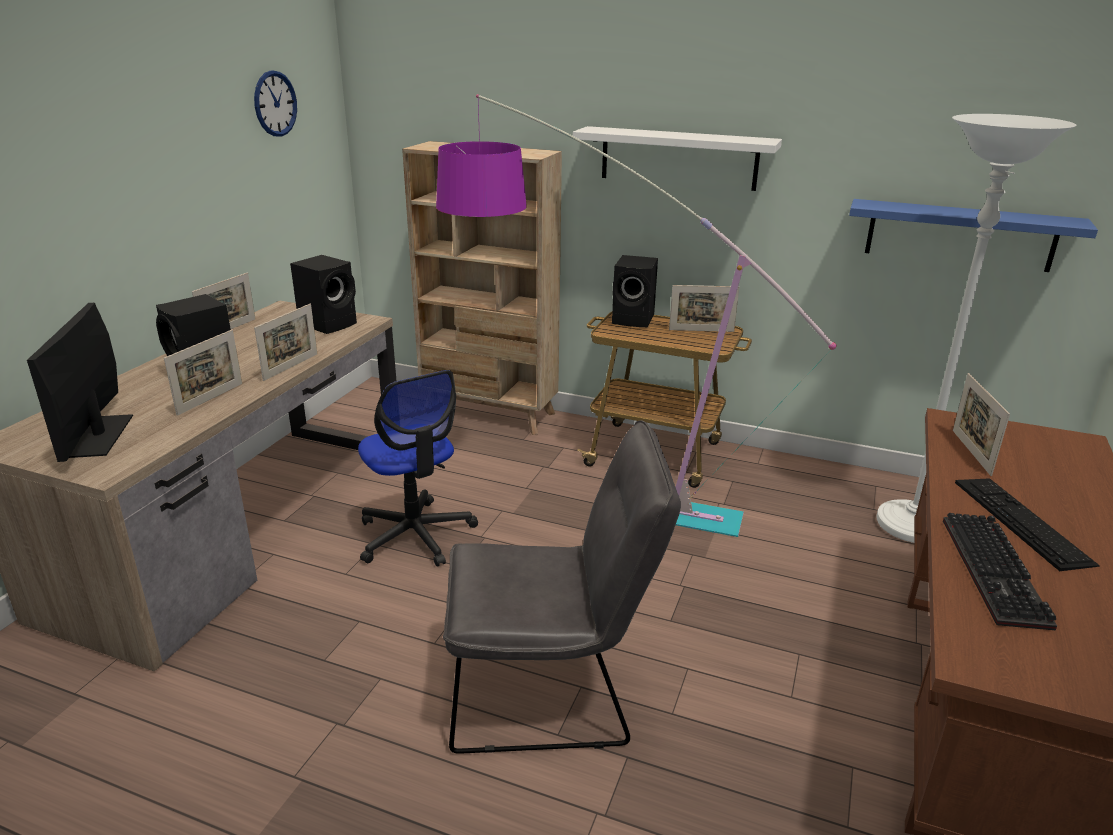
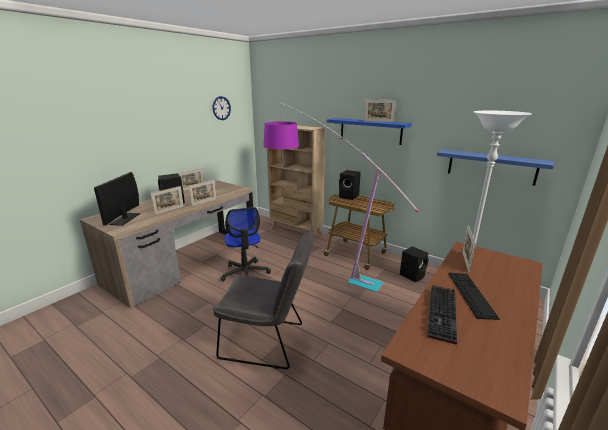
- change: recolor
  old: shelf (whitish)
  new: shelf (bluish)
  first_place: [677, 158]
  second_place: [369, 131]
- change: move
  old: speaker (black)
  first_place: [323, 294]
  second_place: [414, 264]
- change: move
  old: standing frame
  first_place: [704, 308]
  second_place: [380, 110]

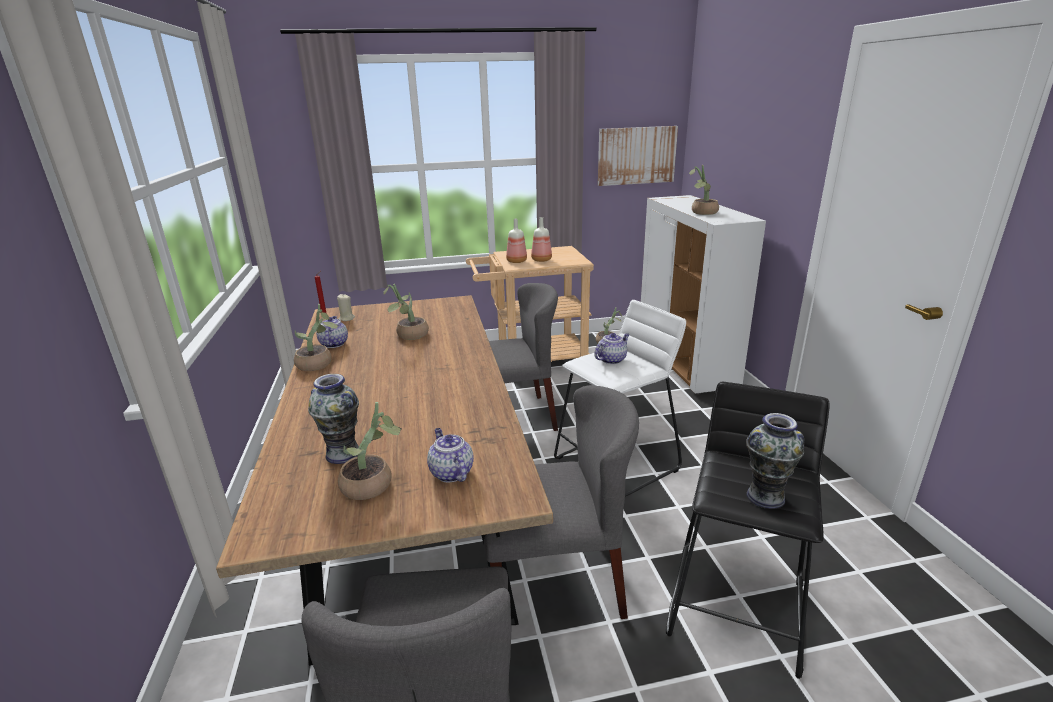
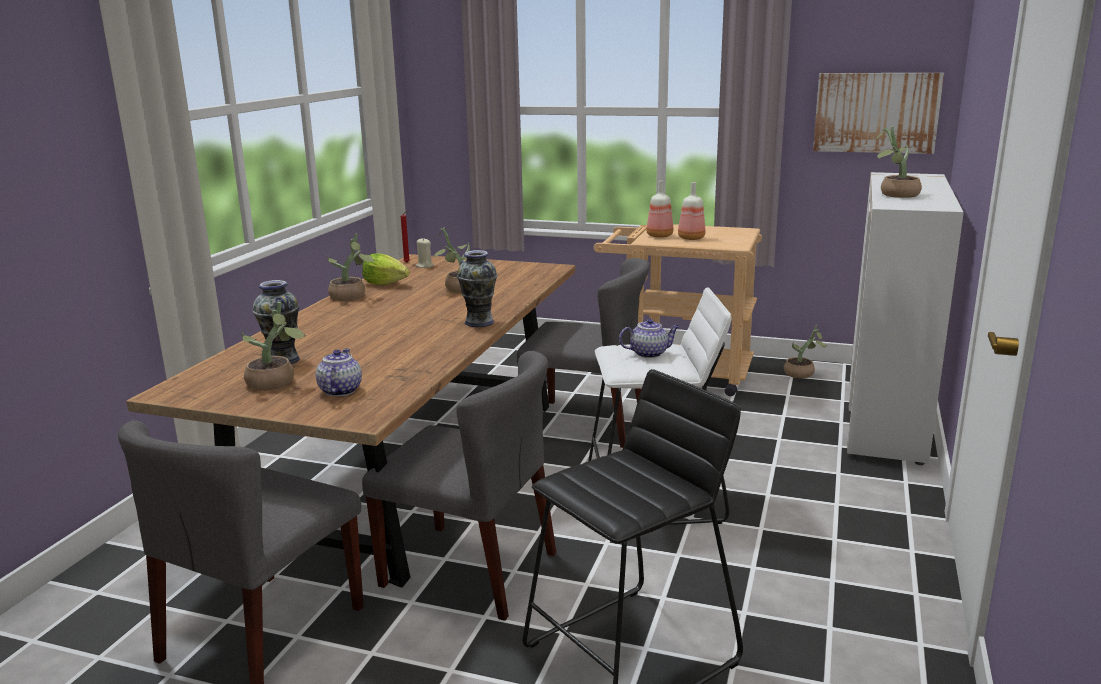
- change: replace
  old: teapot
  new: head of lettuce
  first_place: [332, 332]
  second_place: [385, 269]
- change: move
  old: vase
  first_place: [775, 461]
  second_place: [477, 288]

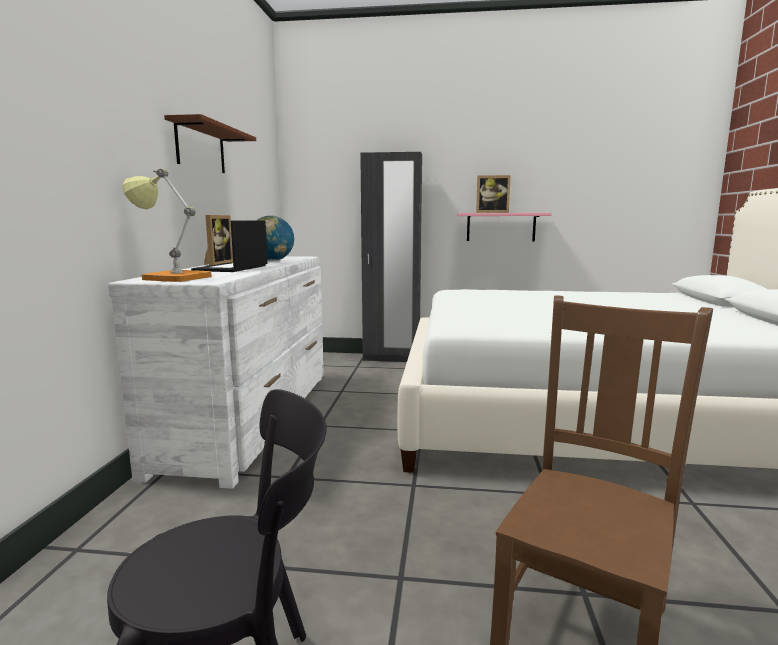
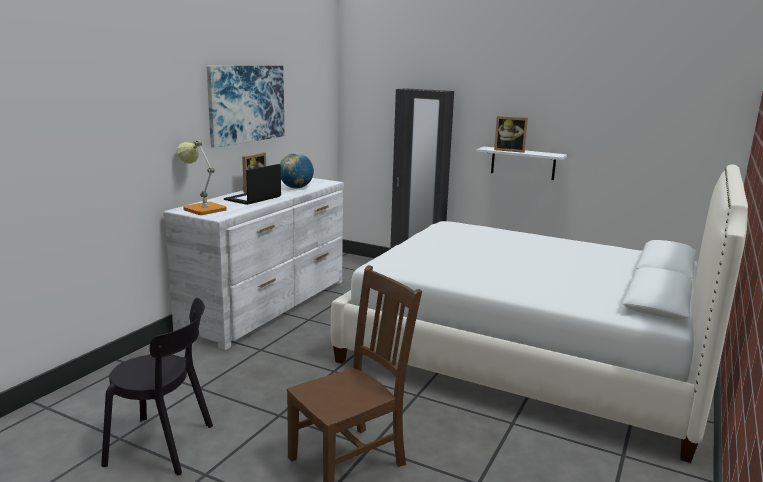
- change: replace
  old: shelf (brown-coloured)
  new: wall picture
  first_place: [210, 143]
  second_place: [246, 107]
- change: recolor
  old: shelf (pink-coloured)
  new: shelf (whitish)
  first_place: [504, 227]
  second_place: [522, 163]

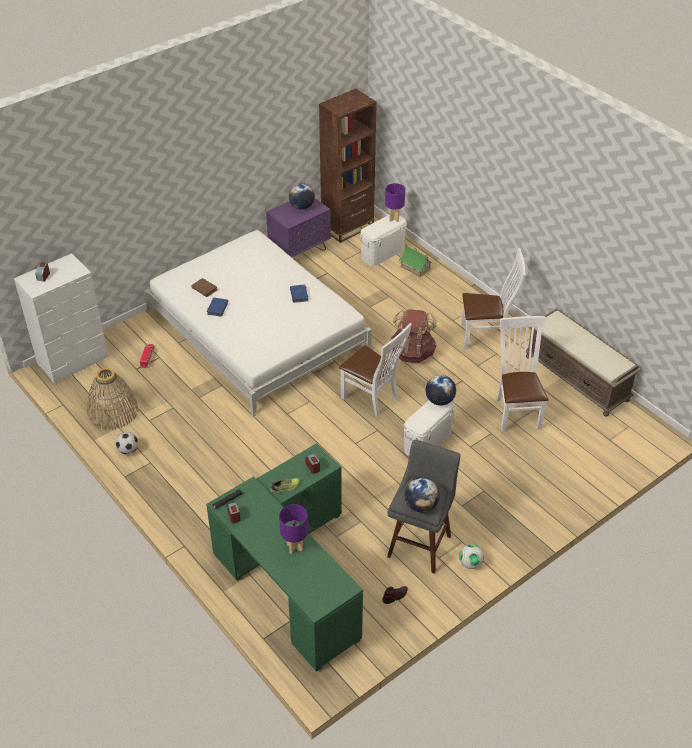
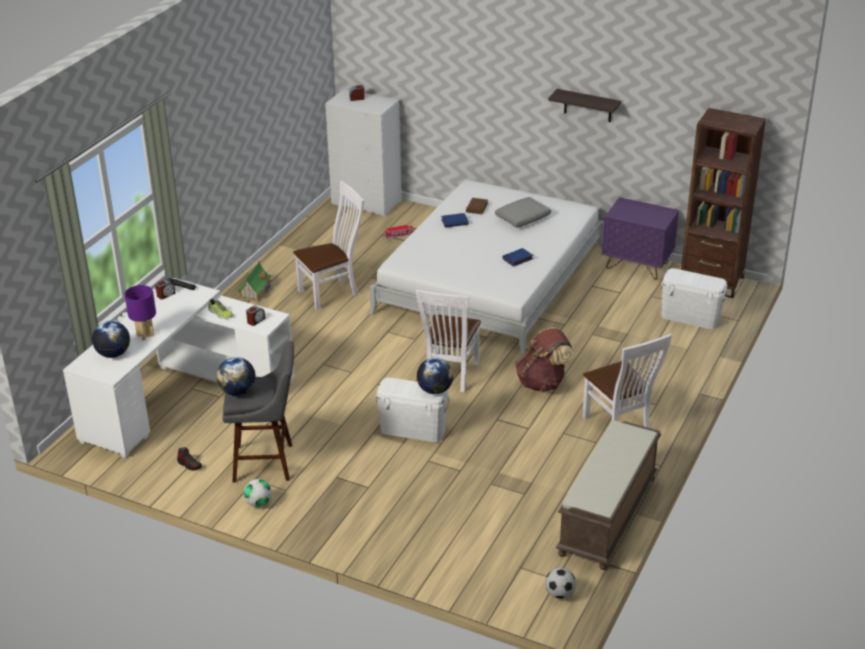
- change: move
  old: desk globe
  first_place: [302, 196]
  second_place: [111, 339]
- change: delete
  old: tabletop lamp (purple)
  first_place: [395, 202]
- change: move
  old: model house
  first_place: [416, 261]
  second_place: [254, 281]
- change: move
  old: upright chair (whitish)
  first_place: [522, 374]
  second_place: [328, 246]
- change: delete
  old: household basket
  first_place: [113, 399]
- change: move
  old: ball for football
  first_place: [127, 443]
  second_place: [560, 583]
- change: recolor
  old: desk (greenish)
  new: desk (whitish)
  first_place: [284, 557]
  second_place: [179, 368]
- change: insert
  new: shelf
  second_place: [584, 105]
- change: insert
  new: cushion (grey)
  second_place: [523, 212]

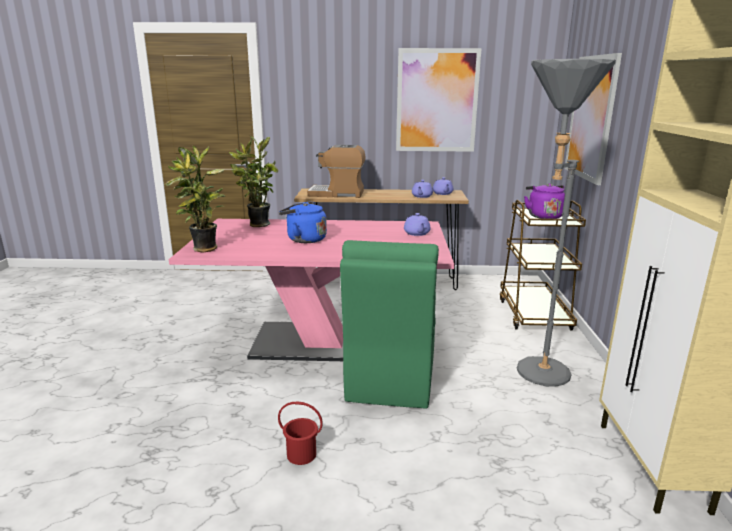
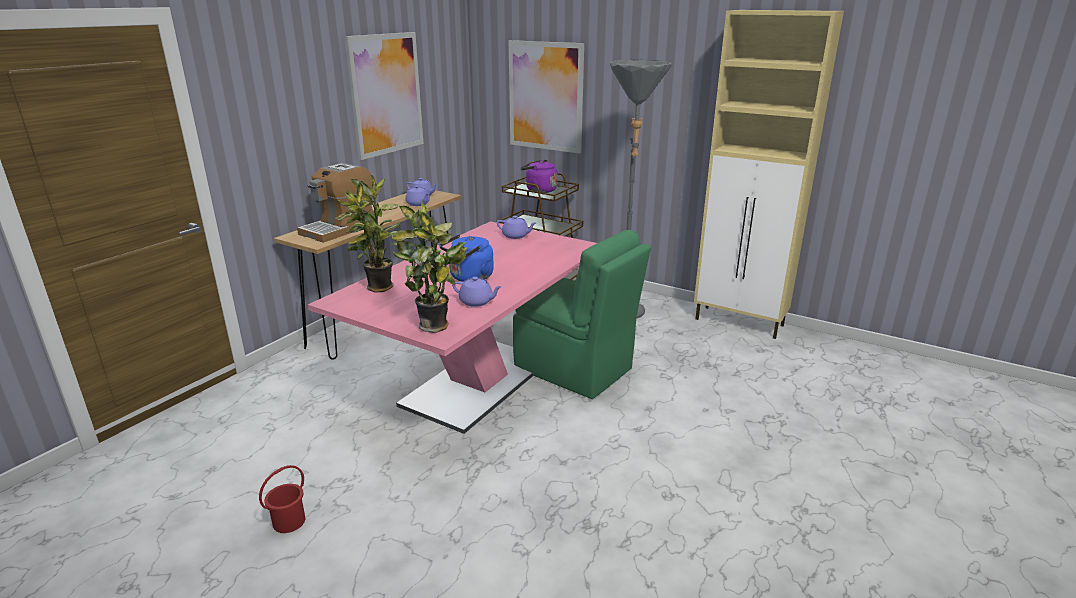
- change: move
  old: water bucket (red)
  first_place: [300, 433]
  second_place: [282, 499]
- change: insert
  new: teapot (purple)
  second_place: [477, 292]

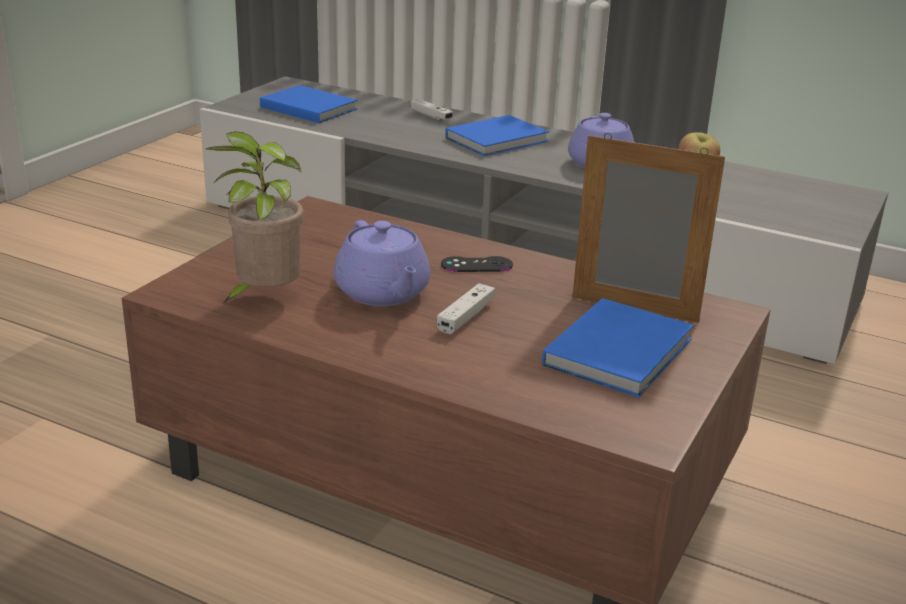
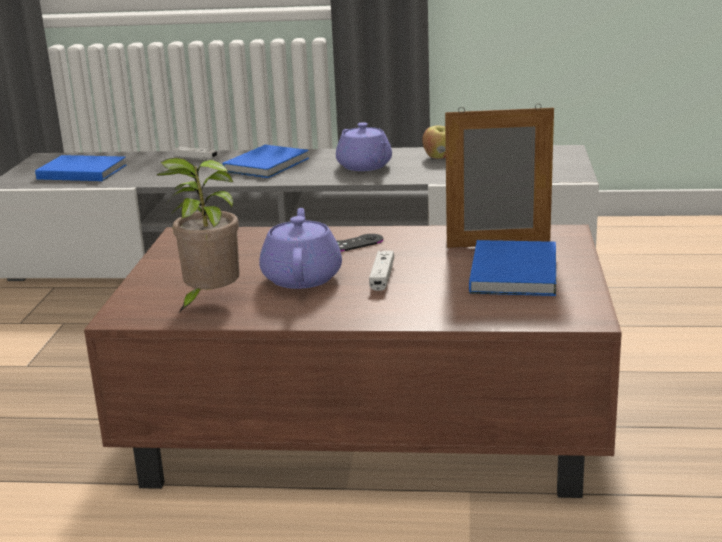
- change: rotate
  old: teapot (purple)
  first_place: [382, 263]
  second_place: [300, 248]
  degrees: -135

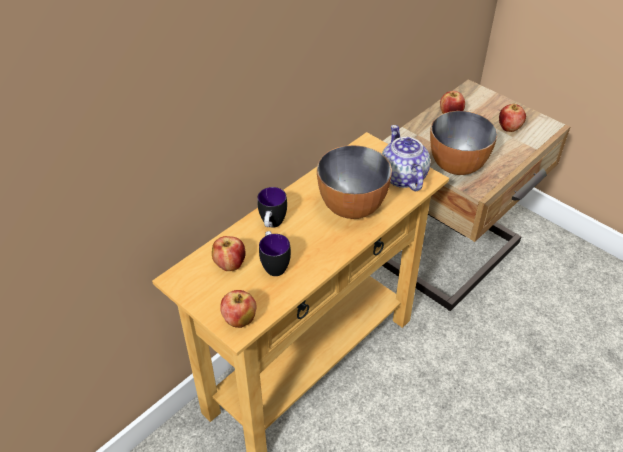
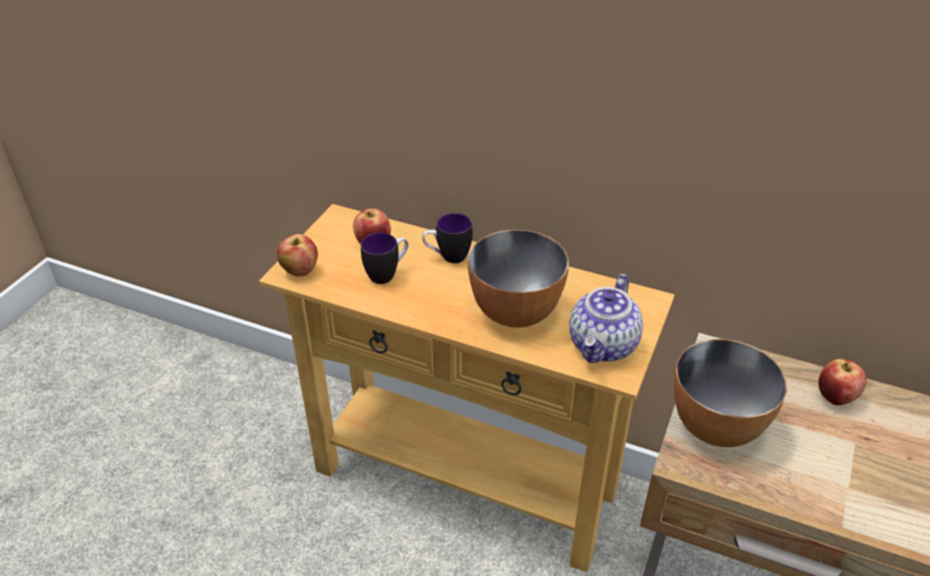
- change: delete
  old: whole apple
  first_place: [512, 118]
- change: rotate
  old: teapot
  first_place: [406, 158]
  second_place: [606, 318]
  degrees: 150

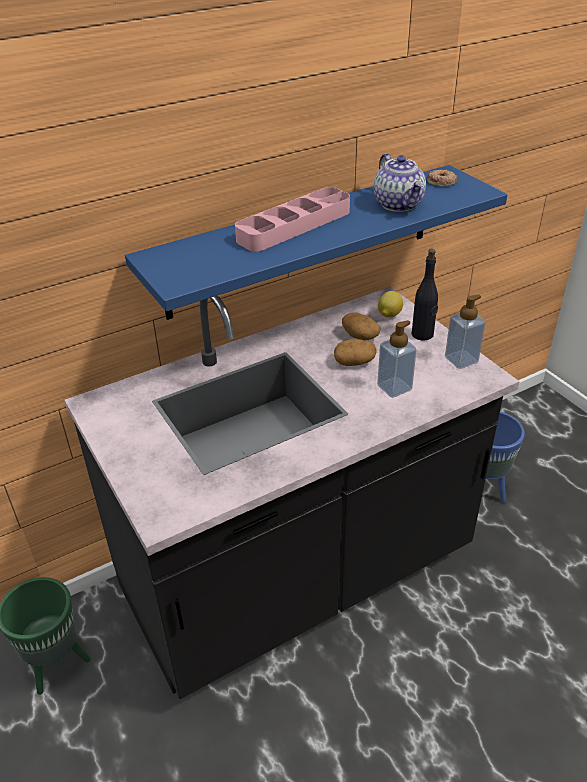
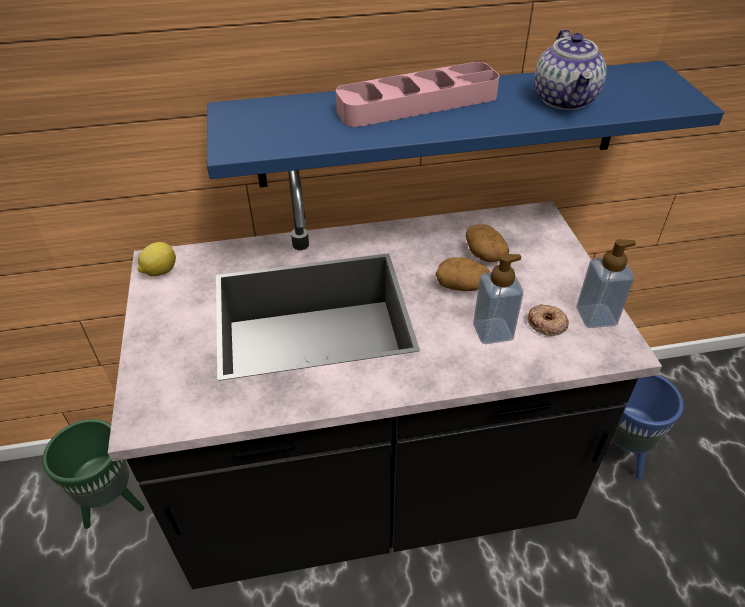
- change: move
  old: doughnut
  first_place: [442, 178]
  second_place: [548, 320]
- change: delete
  old: drink bottle (black)
  first_place: [425, 295]
- change: move
  old: whole lemon
  first_place: [390, 304]
  second_place: [157, 259]

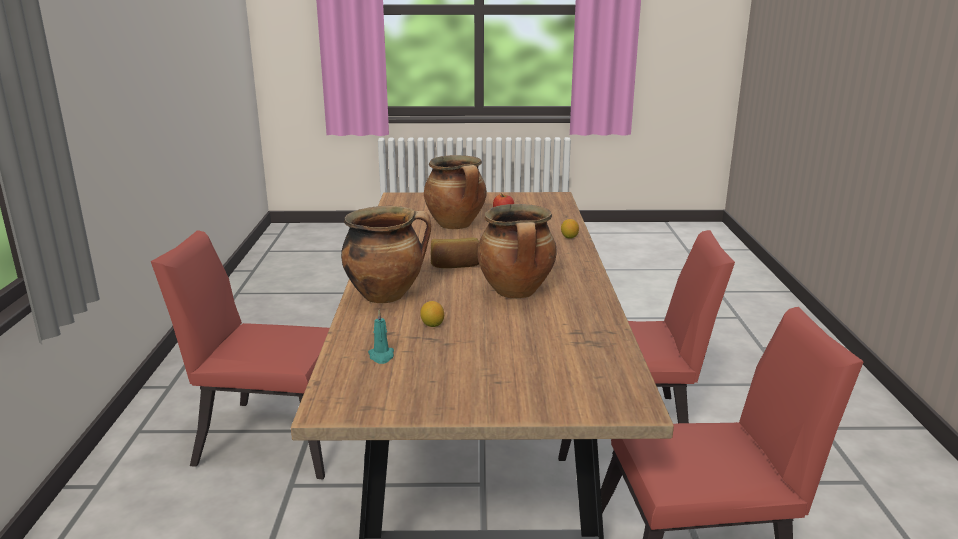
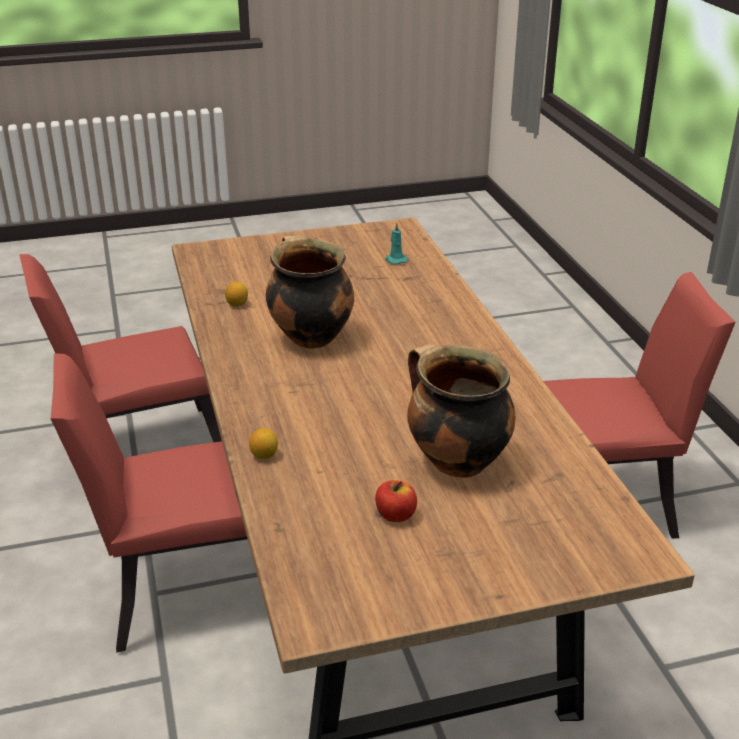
- change: delete
  old: stockpot
  first_place: [386, 254]
- change: delete
  old: bread
  first_place: [455, 252]
- change: move
  old: whole lemon
  first_place: [432, 314]
  second_place: [236, 294]

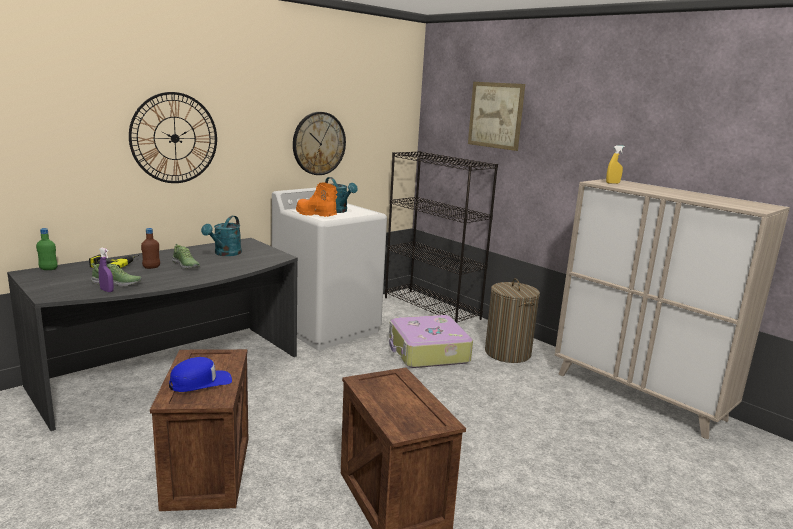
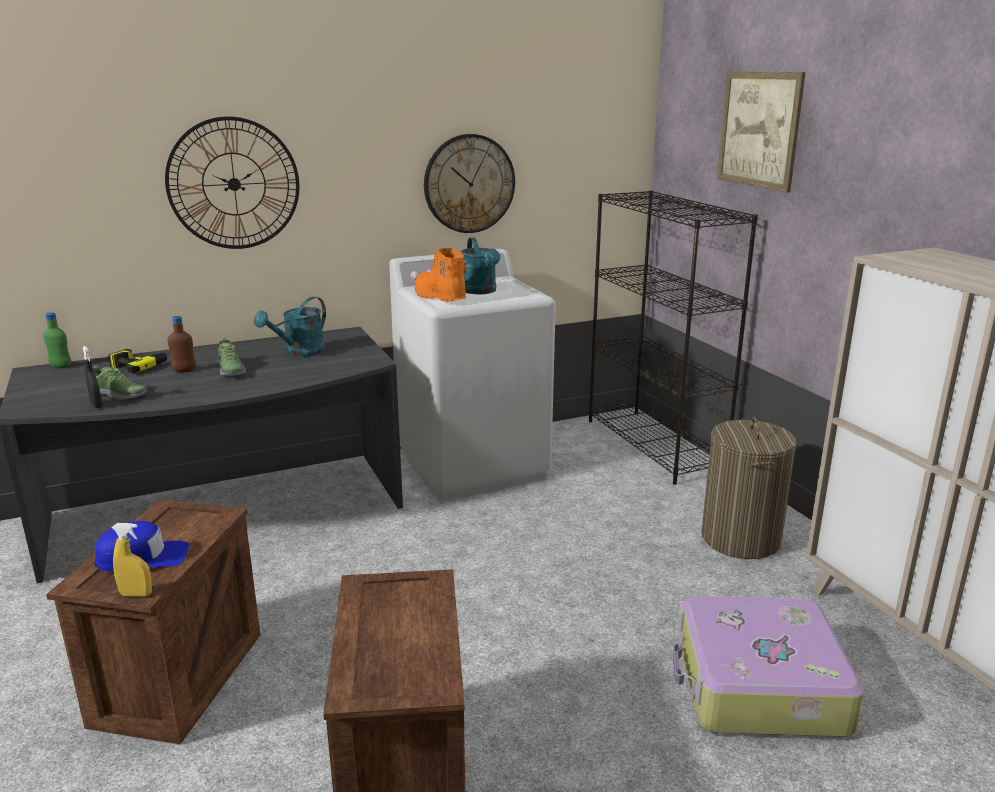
- change: move
  old: spray bottle (yellow-coloured)
  first_place: [615, 165]
  second_place: [132, 560]
- change: recolor
  old: spray bottle (purple)
  new: spray bottle (black)
  first_place: [106, 270]
  second_place: [93, 377]
- change: move
  old: travel case
  first_place: [431, 341]
  second_place: [768, 666]

